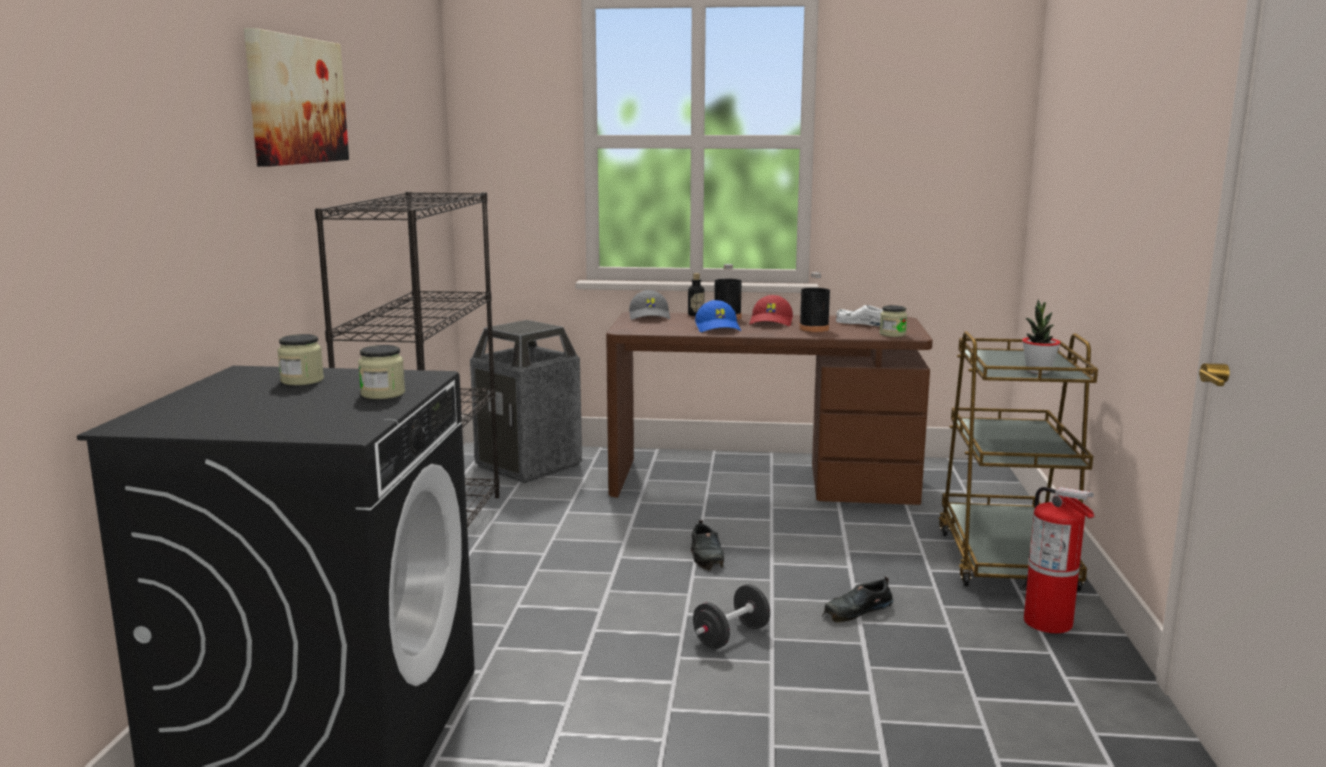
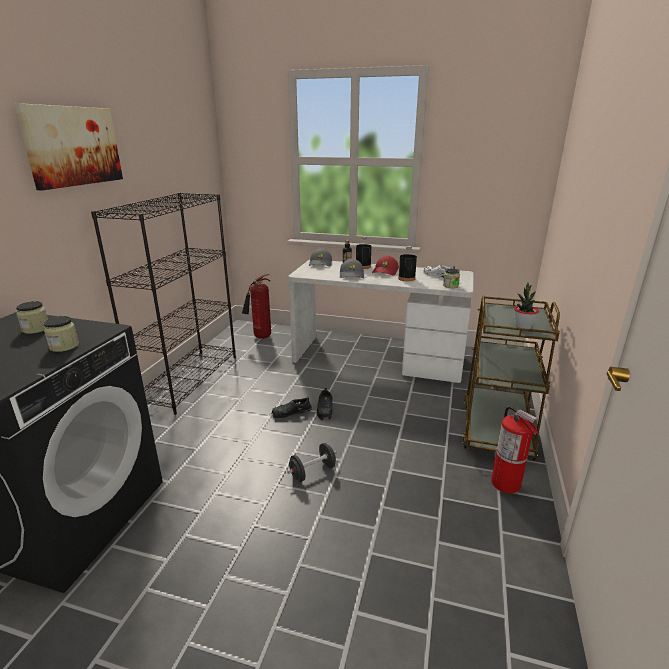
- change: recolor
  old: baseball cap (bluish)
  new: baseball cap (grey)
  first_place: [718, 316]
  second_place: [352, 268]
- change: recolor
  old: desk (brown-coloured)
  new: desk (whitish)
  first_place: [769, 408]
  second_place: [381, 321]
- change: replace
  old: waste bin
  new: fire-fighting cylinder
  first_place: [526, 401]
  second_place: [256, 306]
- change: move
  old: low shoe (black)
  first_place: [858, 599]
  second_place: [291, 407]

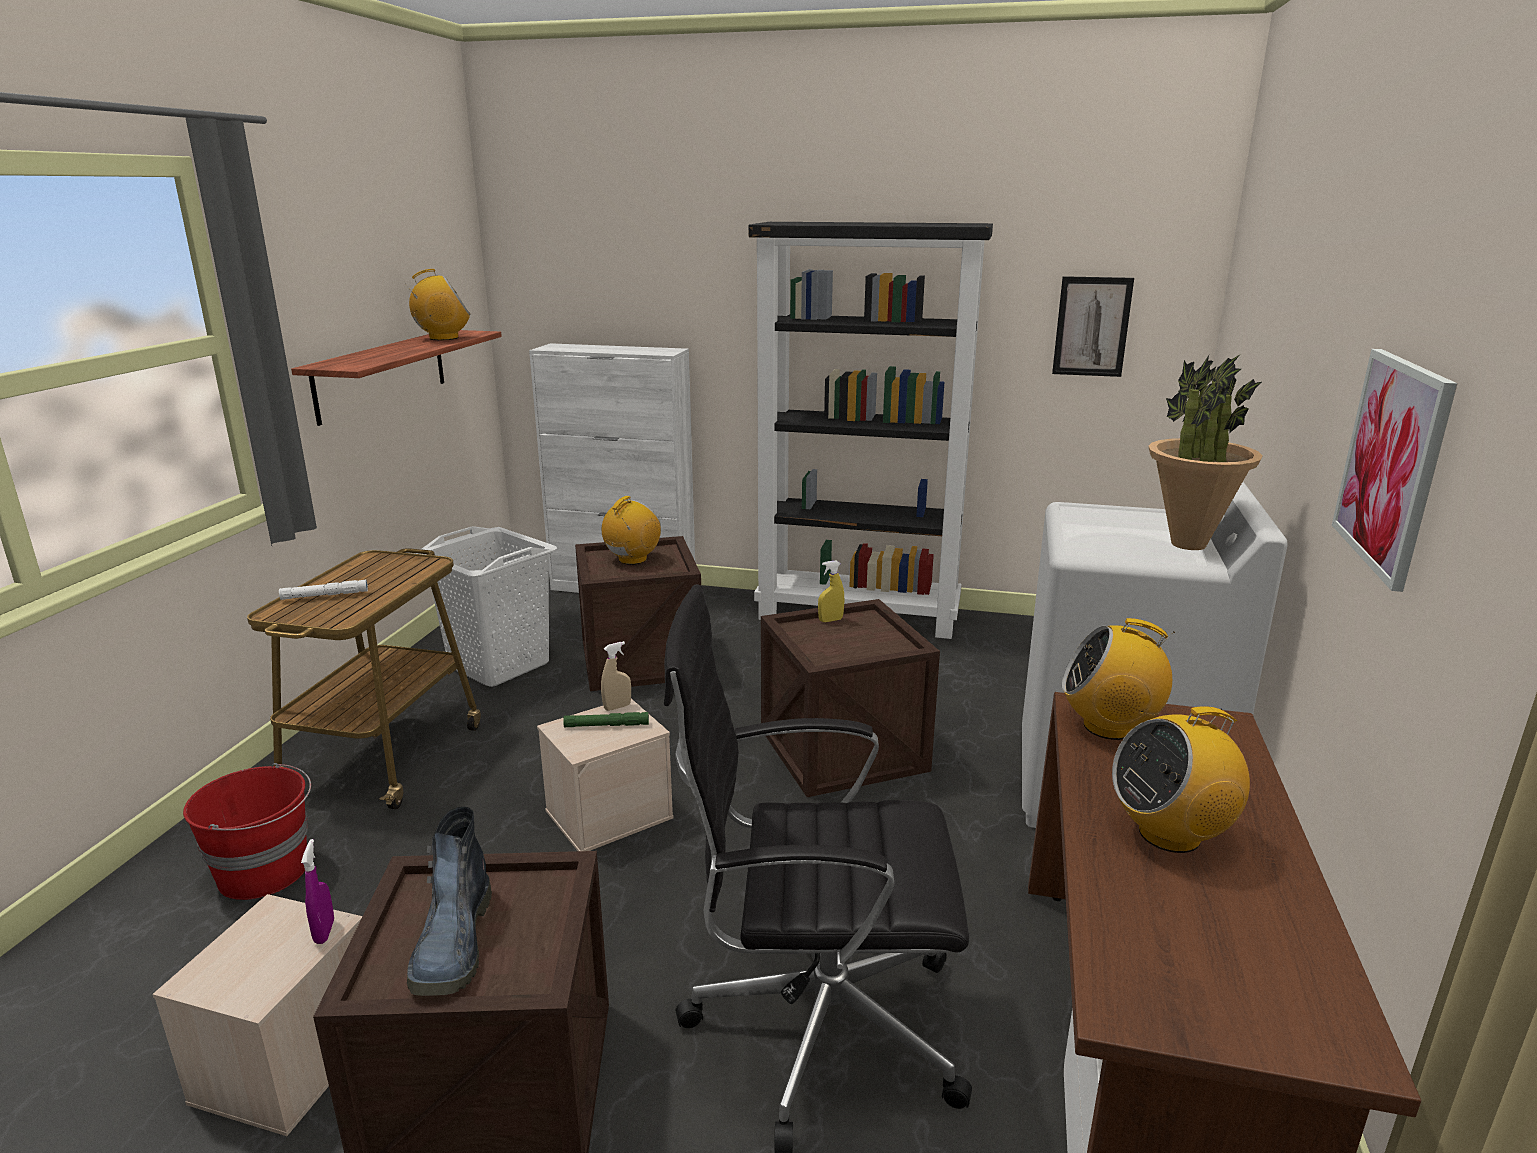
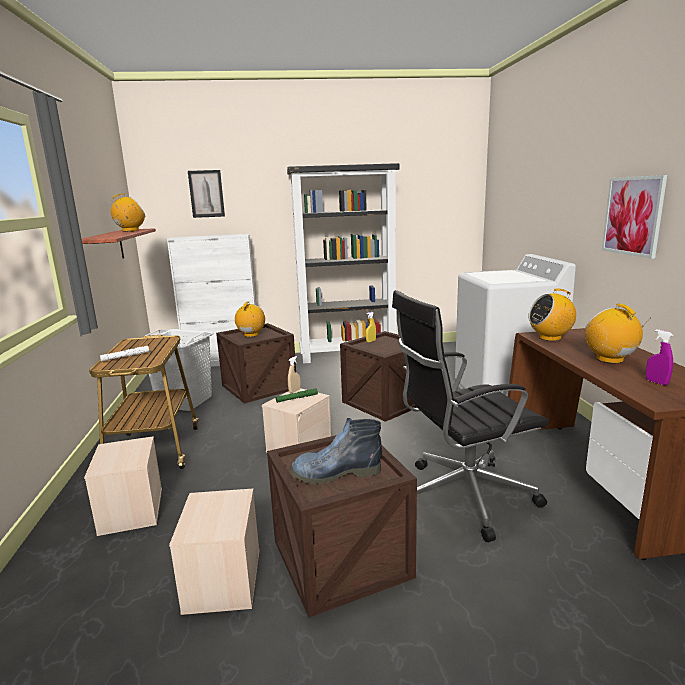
- change: move
  old: wall picture
  first_place: [1093, 326]
  second_place: [206, 194]
- change: delete
  old: potted plant
  first_place: [1206, 452]
- change: rotate
  old: radio receiver
  first_place: [1181, 779]
  second_place: [618, 334]
  degrees: 105
- change: replace
  old: water bucket (red)
  new: storage box (beige)
  first_place: [247, 831]
  second_place: [123, 486]
- change: rotate
  old: boot
  first_place: [449, 901]
  second_place: [335, 451]
  degrees: 105
- change: move
  old: spray bottle (purple)
  first_place: [317, 891]
  second_place: [659, 357]

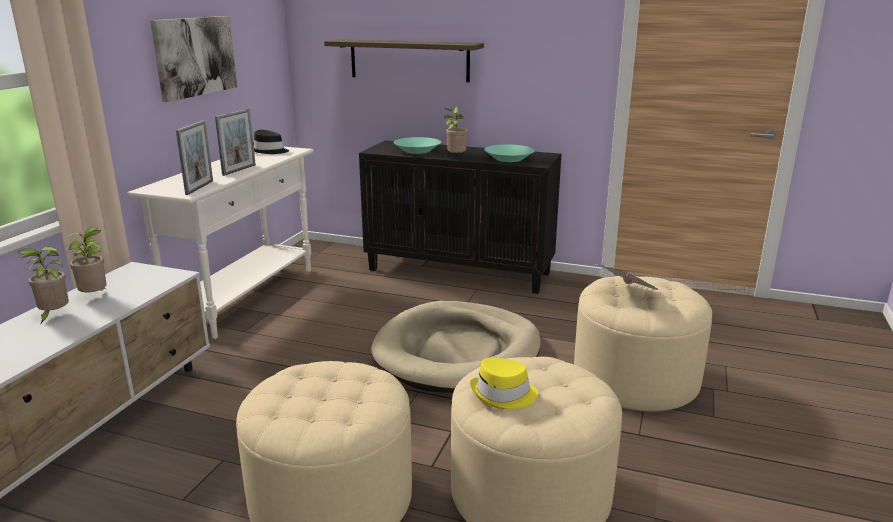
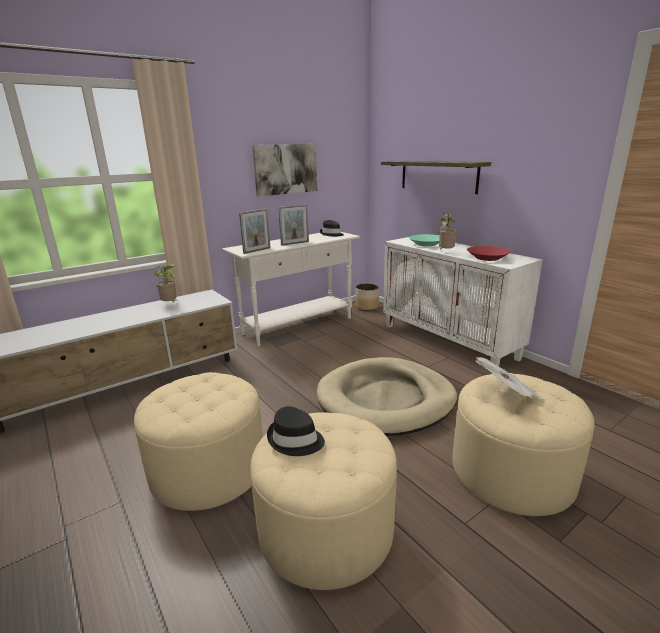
- change: recolor
  old: cupboard (black)
  new: cupboard (whitish)
  first_place: [460, 217]
  second_place: [463, 301]
- change: recolor
  old: bowl (turquoise)
  new: bowl (red)
  first_place: [509, 153]
  second_place: [489, 253]
- change: delete
  old: potted plant
  first_place: [43, 284]
- change: recolor
  old: wearable hat (yellow-coloured)
  new: wearable hat (black)
  first_place: [504, 383]
  second_place: [296, 431]
- change: insert
  new: plant pot
  second_place: [367, 297]

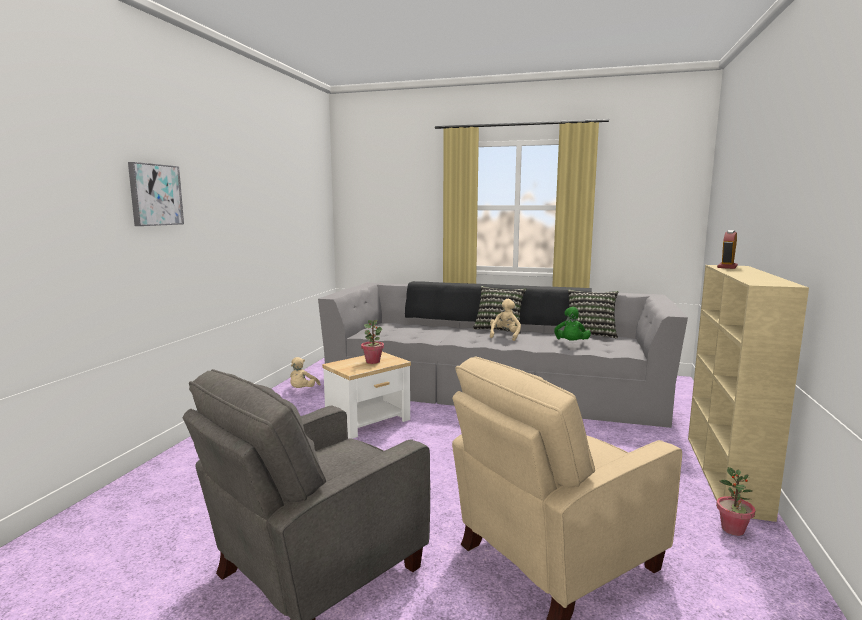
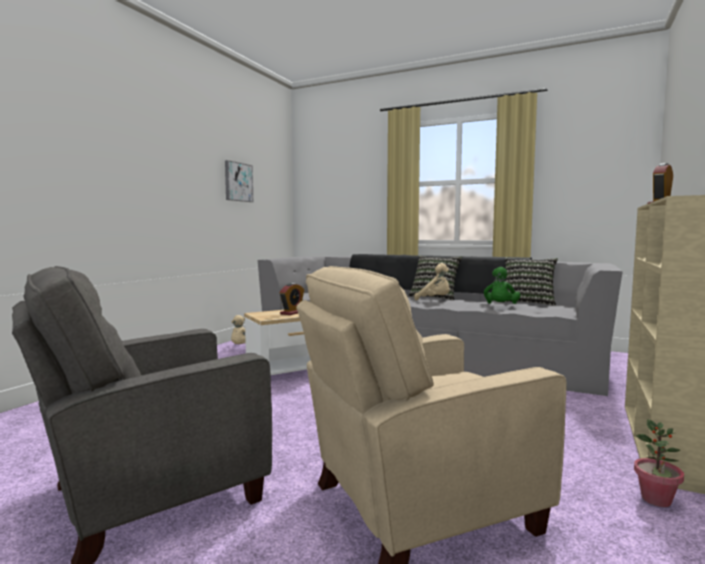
- change: move
  old: wall picture
  first_place: [156, 194]
  second_place: [239, 181]
- change: rotate
  old: plush toy (beige)
  first_place: [505, 320]
  second_place: [432, 281]
  degrees: 90
- change: replace
  old: potted plant
  new: table clock
  first_place: [372, 342]
  second_place: [292, 299]

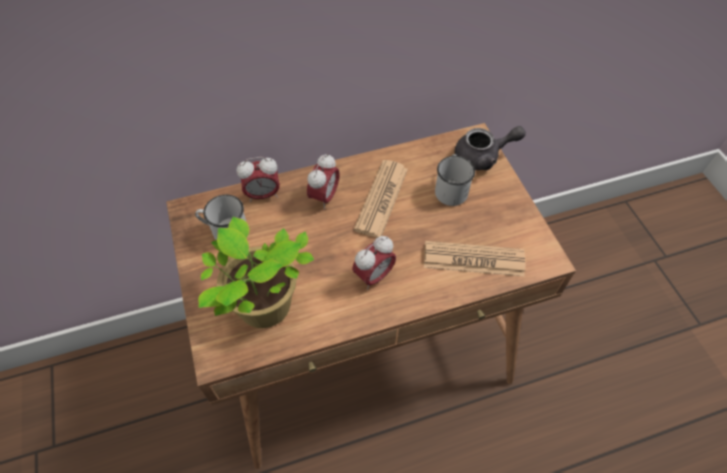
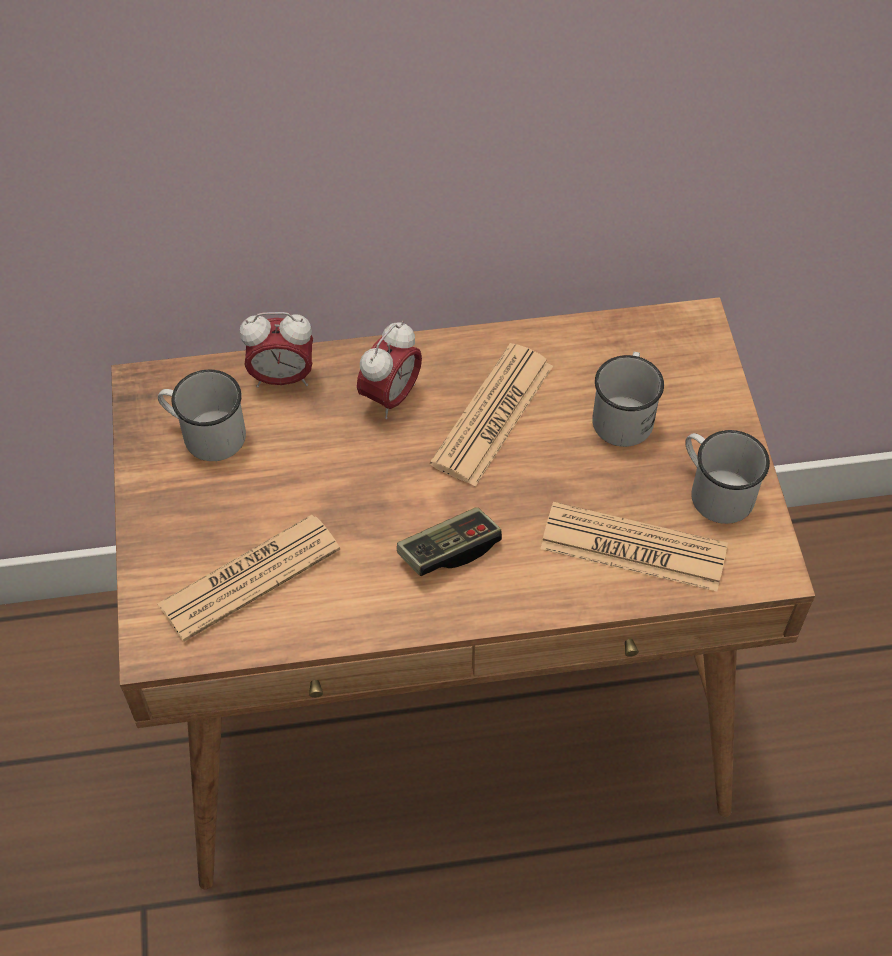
- change: delete
  old: teapot (grey)
  first_place: [490, 148]
- change: replace
  old: potted plant
  new: printed paper
  first_place: [256, 272]
  second_place: [248, 578]
- change: replace
  old: table clock
  new: gamepad
  first_place: [374, 263]
  second_place: [449, 541]
- change: insert
  new: coffee mug (whitish)
  second_place: [727, 477]

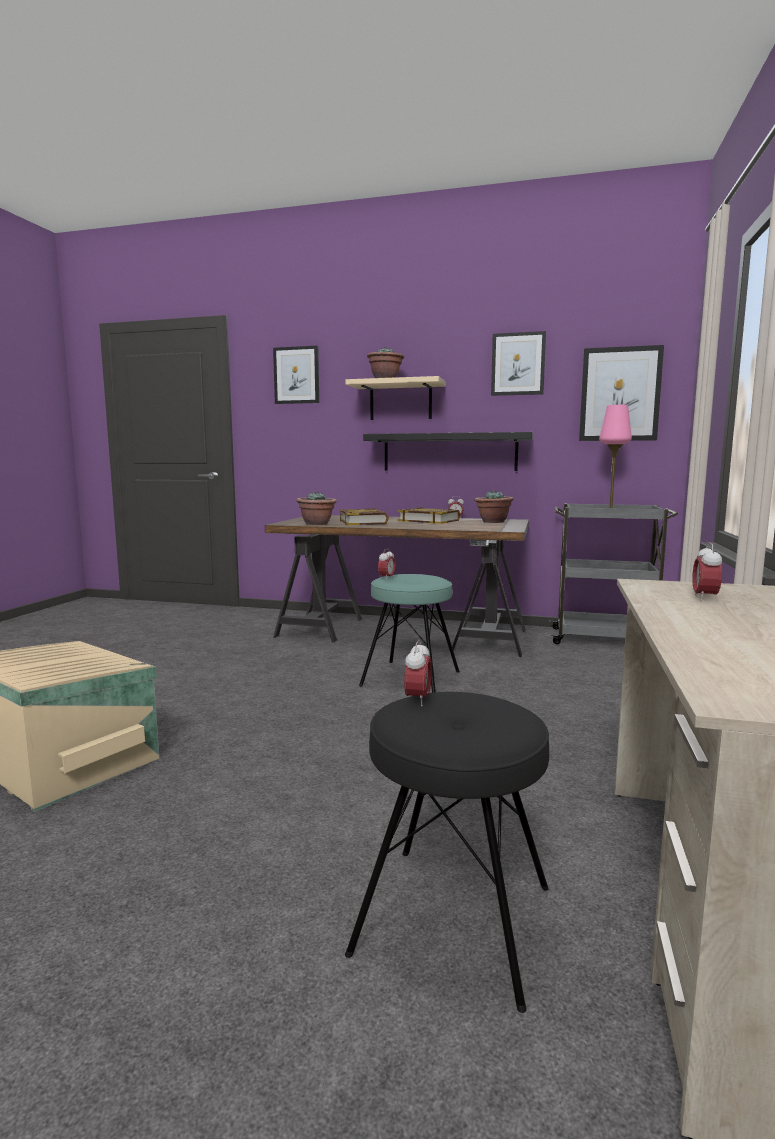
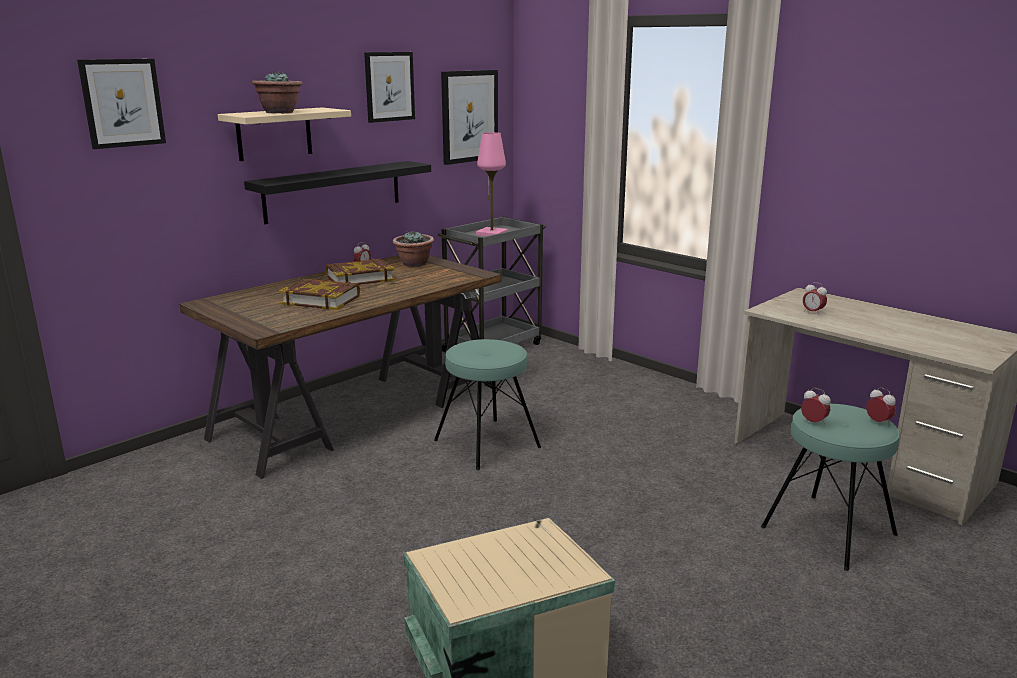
- change: delete
  old: potted plant
  first_place: [316, 508]
- change: move
  old: table clock
  first_place: [387, 564]
  second_place: [881, 406]
- change: recolor
  old: stool seat (black)
  new: stool seat (turquoise)
  first_place: [447, 852]
  second_place: [830, 487]

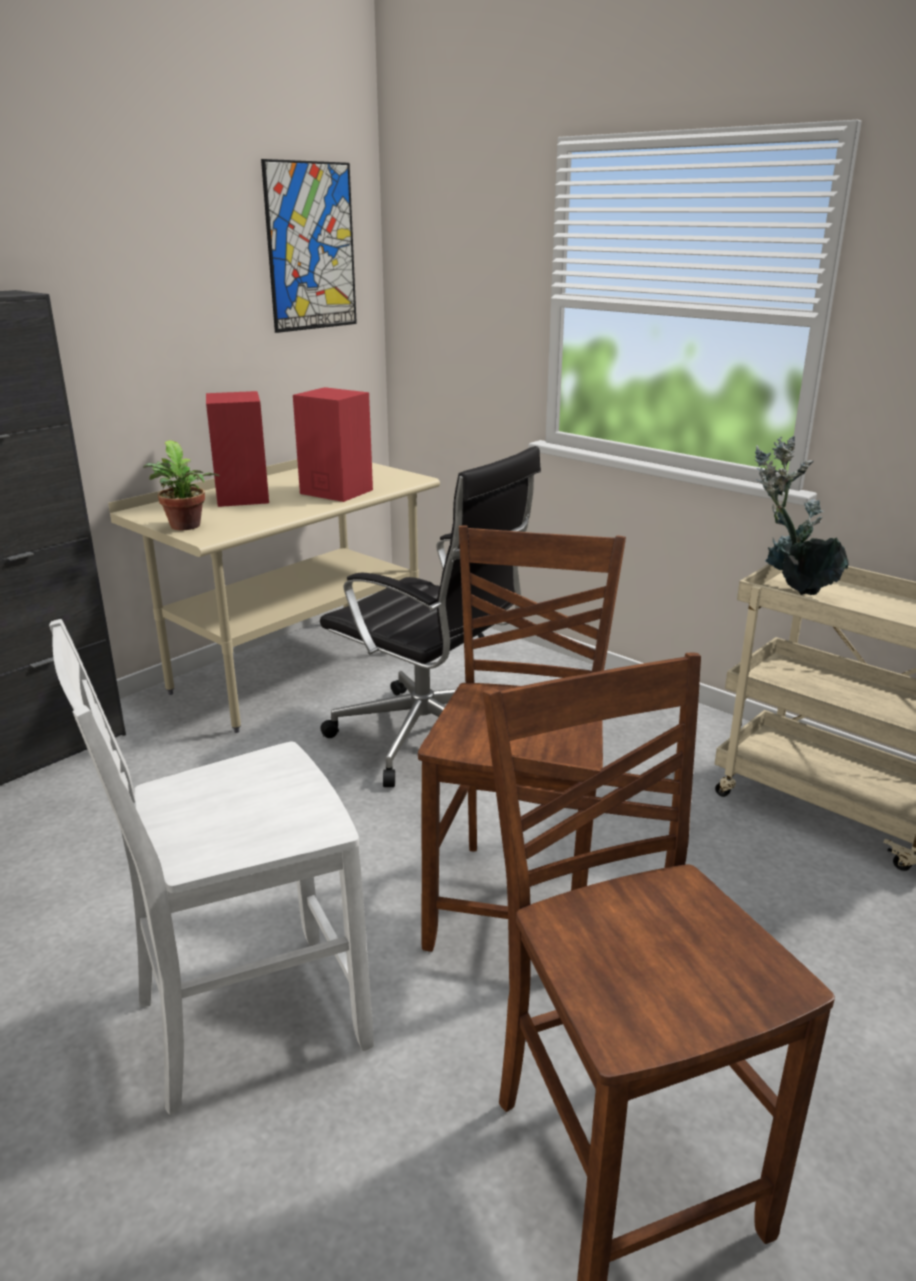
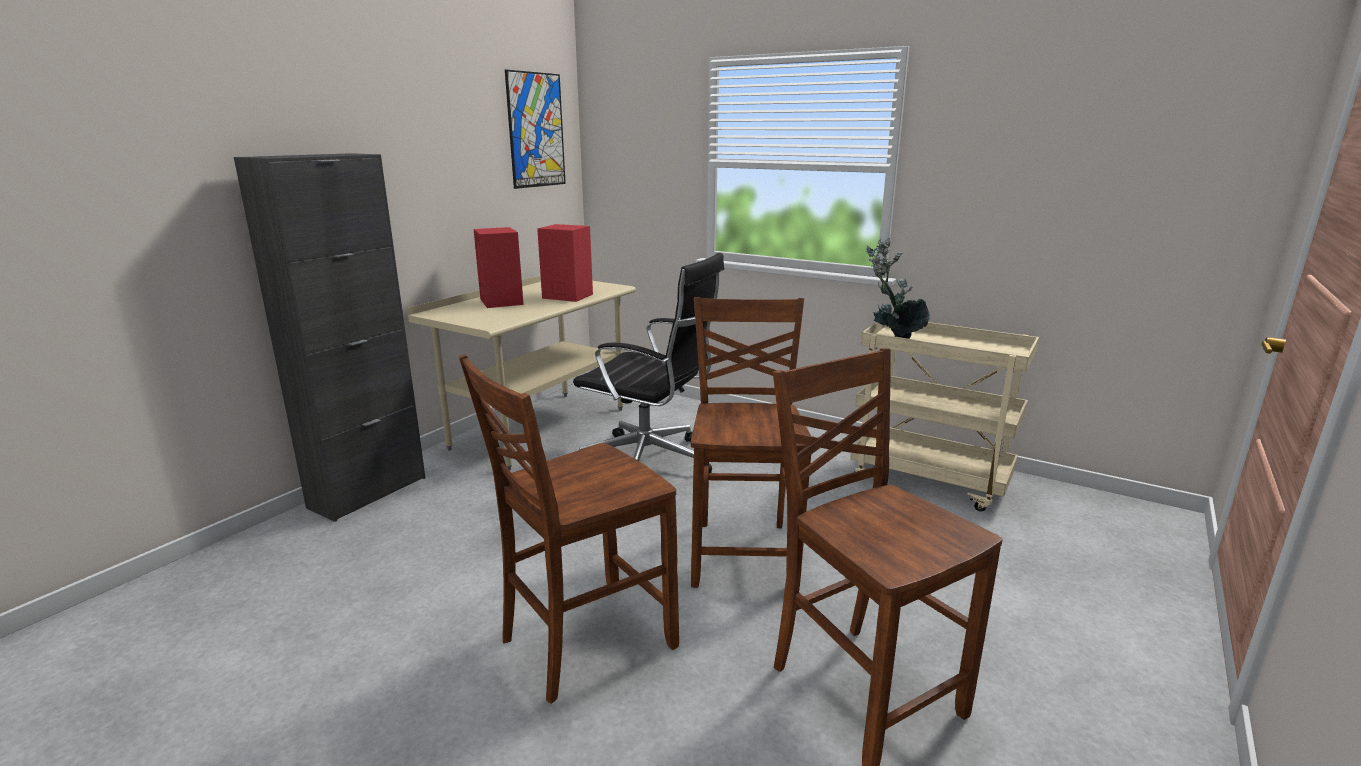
- change: delete
  old: potted plant
  first_place: [181, 485]
- change: recolor
  old: upright chair (whitish)
  new: upright chair (brown-coloured)
  first_place: [211, 867]
  second_place: [569, 529]

